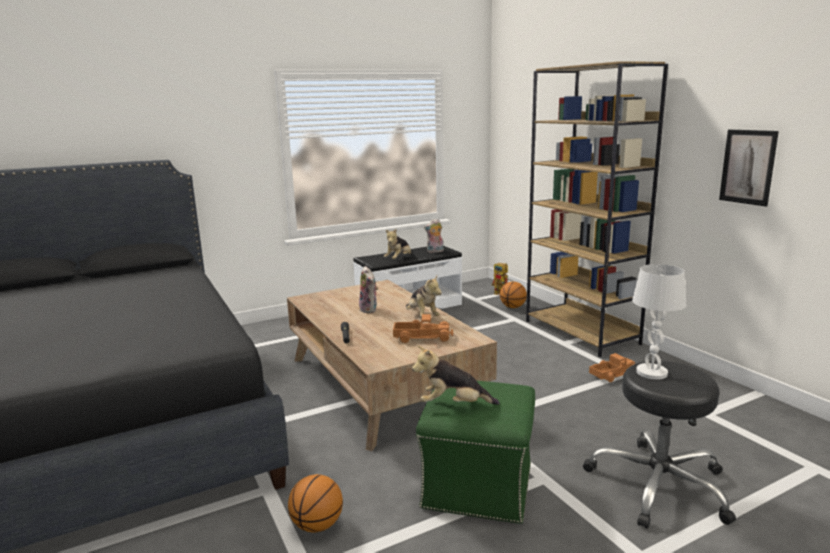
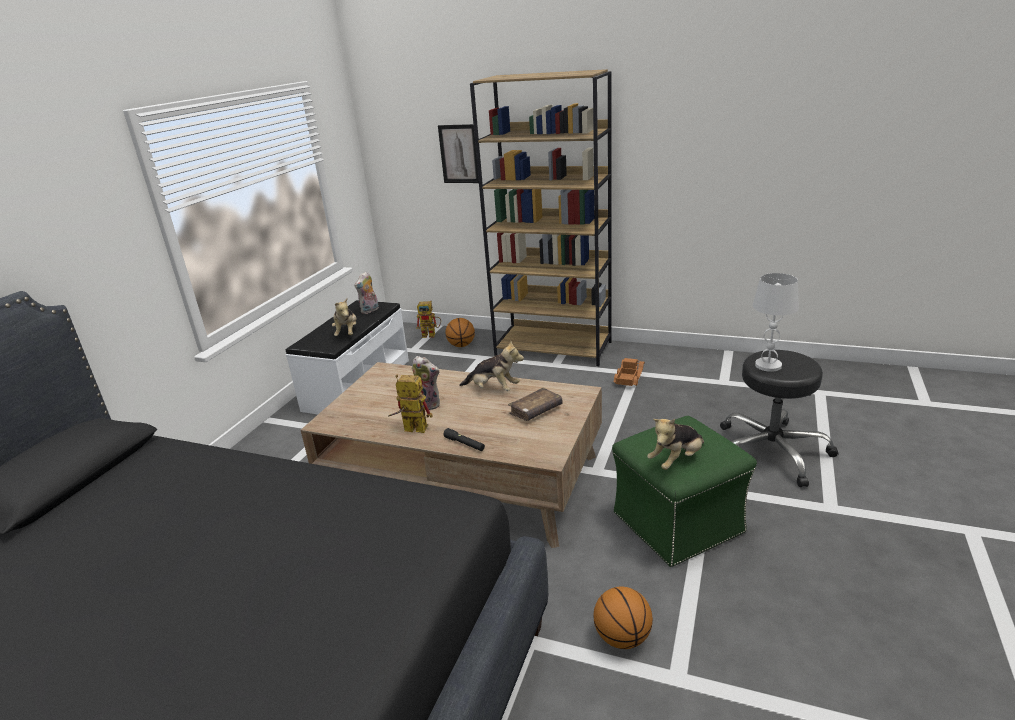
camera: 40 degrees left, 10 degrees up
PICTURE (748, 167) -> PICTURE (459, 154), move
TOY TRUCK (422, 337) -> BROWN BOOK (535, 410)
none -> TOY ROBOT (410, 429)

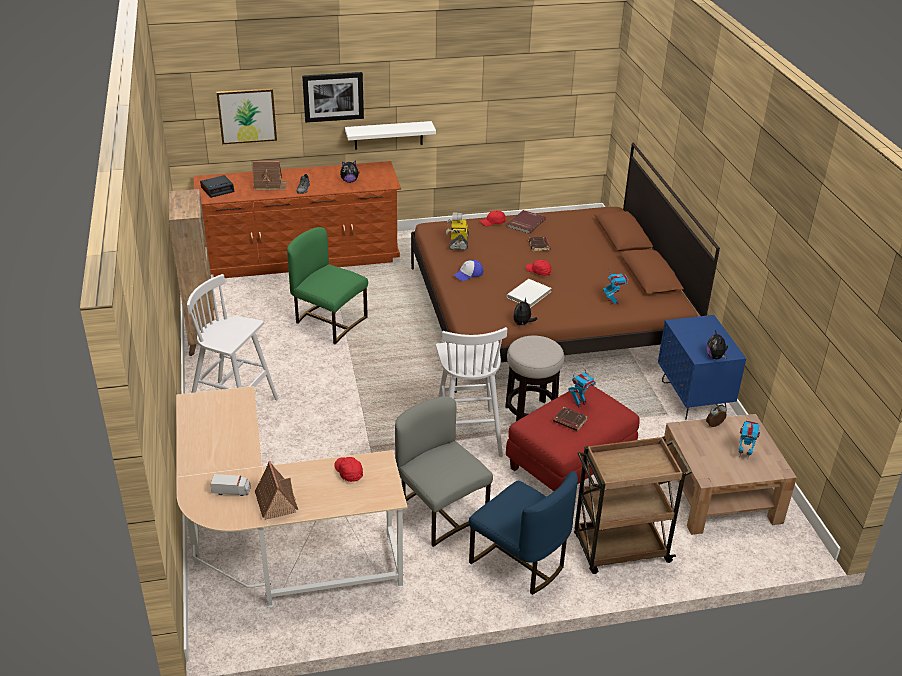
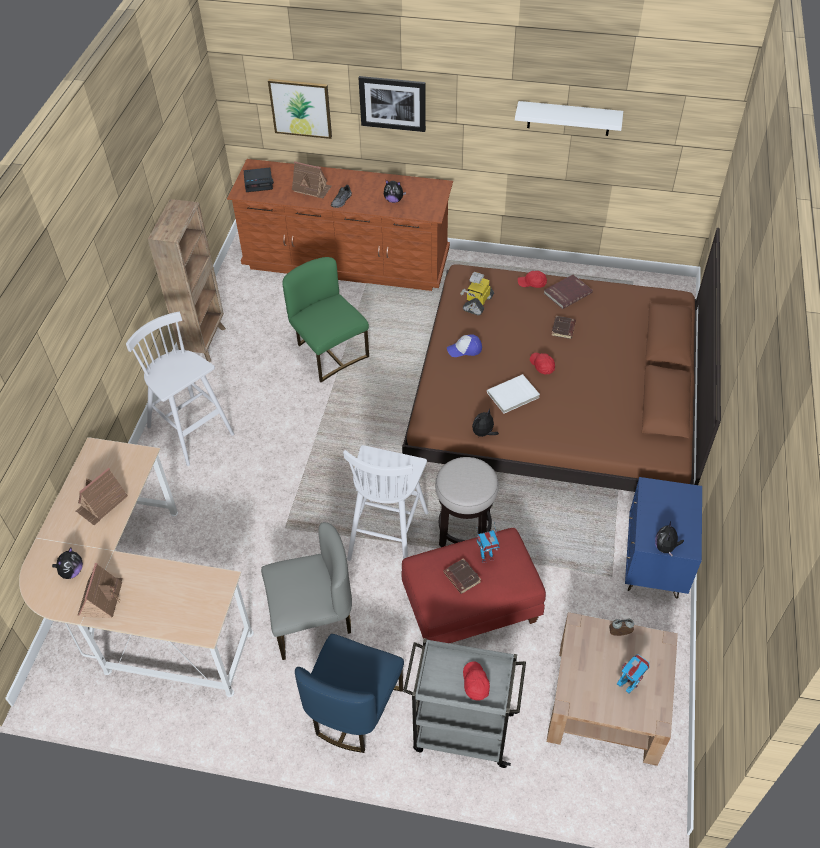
camera: 25 degrees right, 15 degrees up
WHITE SHELF (388, 135) -> WHITE SHELF (568, 118), move
TOY ROBOT (613, 301) -> none
GREY CHAIR (440, 511) -> GREY CHAIR (312, 620), 90 degrees clockwise
BROWN CART (619, 549) -> GREY CART (461, 732)
RED CAP (348, 472) -> RED CAP (475, 683), move
BLUE CHAIR (520, 562) -> BLUE CHAIR (354, 710), 45 degrees clockwise
TOY TRUCK (232, 491) -> PLUSH TOY (72, 571)
none -> TOY HOUSE (102, 503)

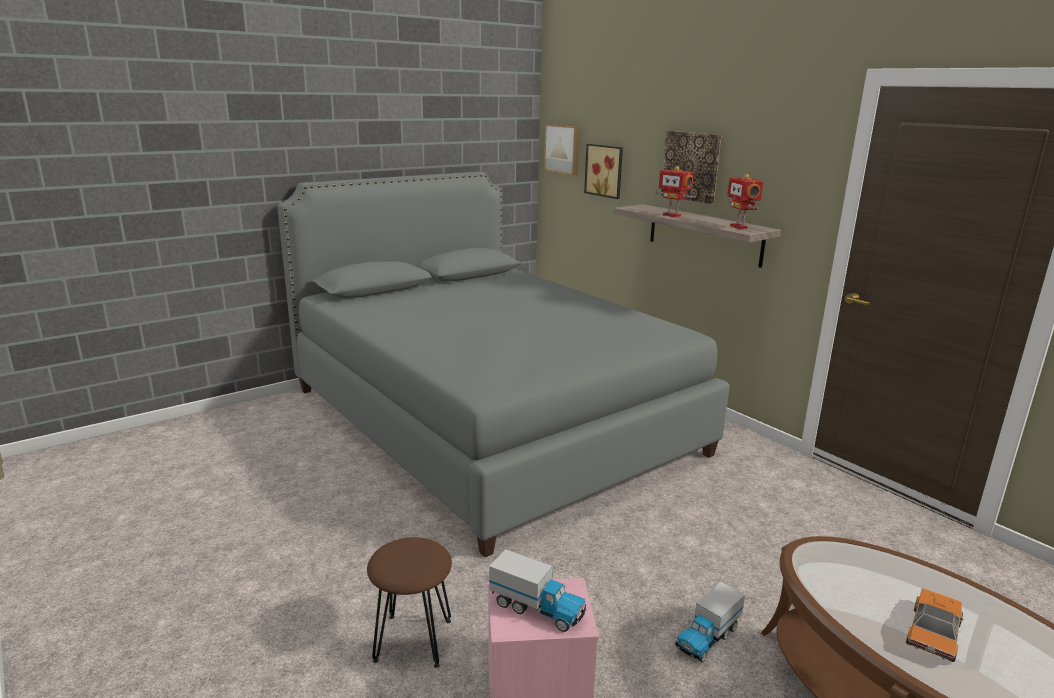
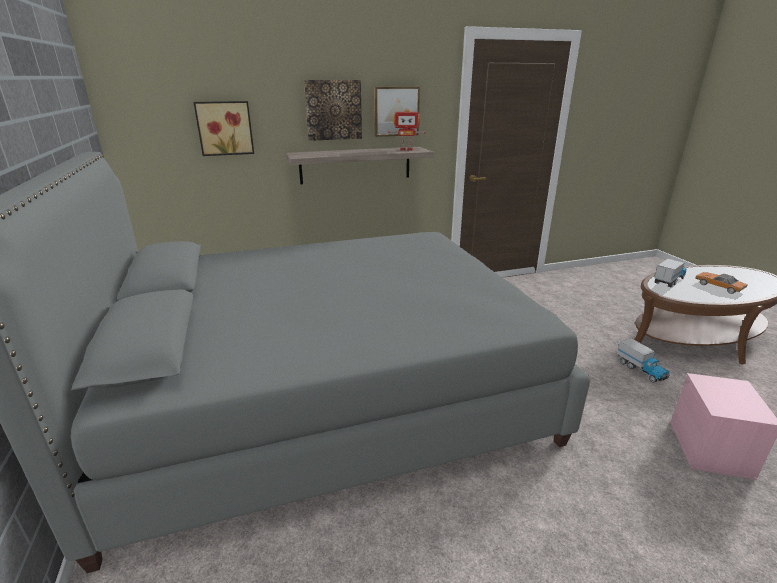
camera: 70 degrees left, 5 degrees up
PICTURE (563, 149) -> PICTURE (395, 111), move
TOY ROBOT (672, 215) -> none
BROWN STOOL (412, 640) -> none
TOY TRUCK (537, 608) -> TOY TRUCK (669, 280), move

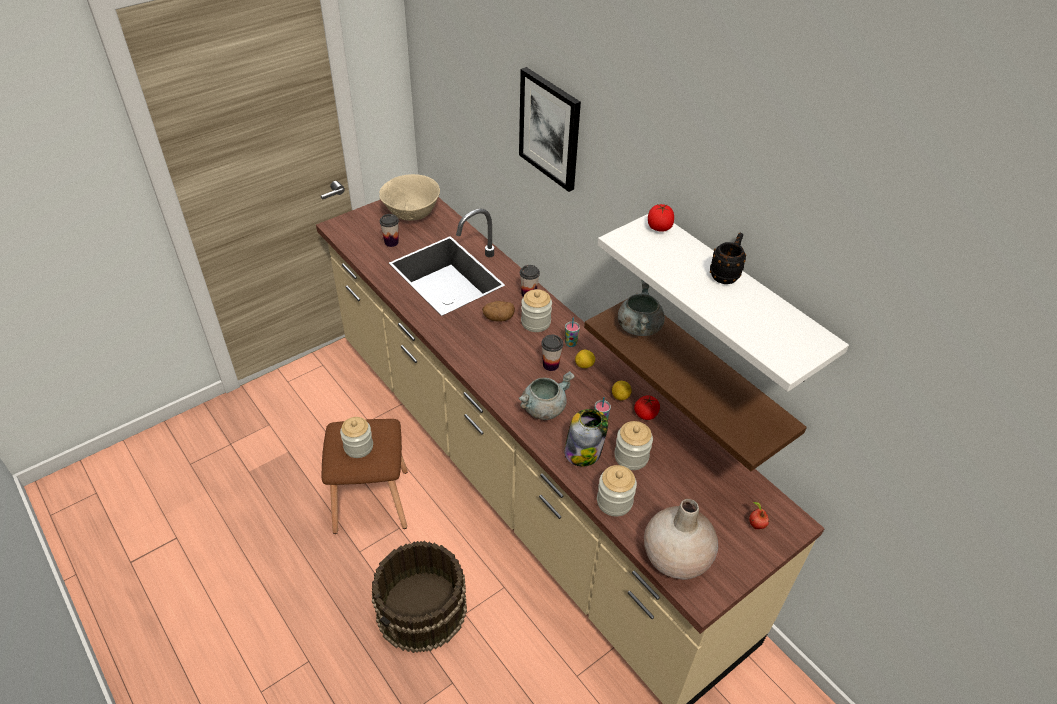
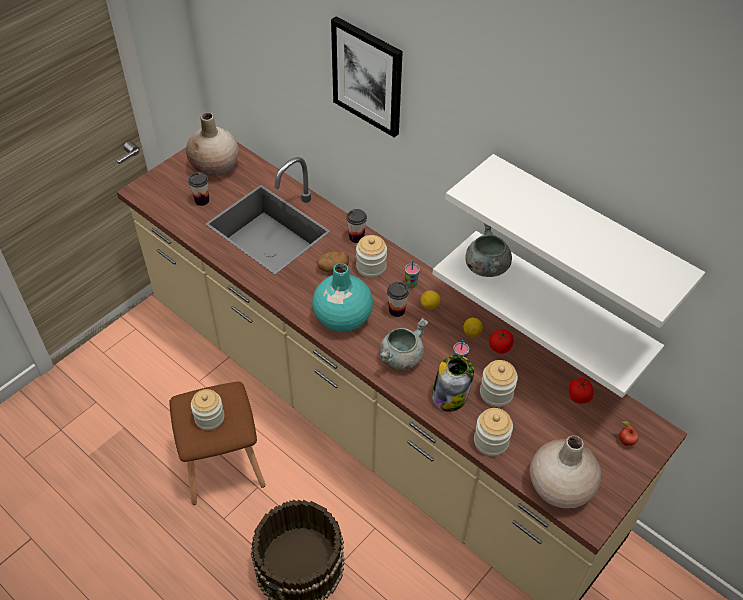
camera: 10 degrees left, 5 degrees up
BEIGE BOWL (412, 215) -> BEIGE VASE (215, 166)
TOMATO (659, 227) -> TOMATO (578, 396), move
BLACK MUG (726, 274) -> none
BROWN SHELF (709, 377) -> WHITE SHELF (559, 304)
none -> TURQUOISE VASE (342, 317)

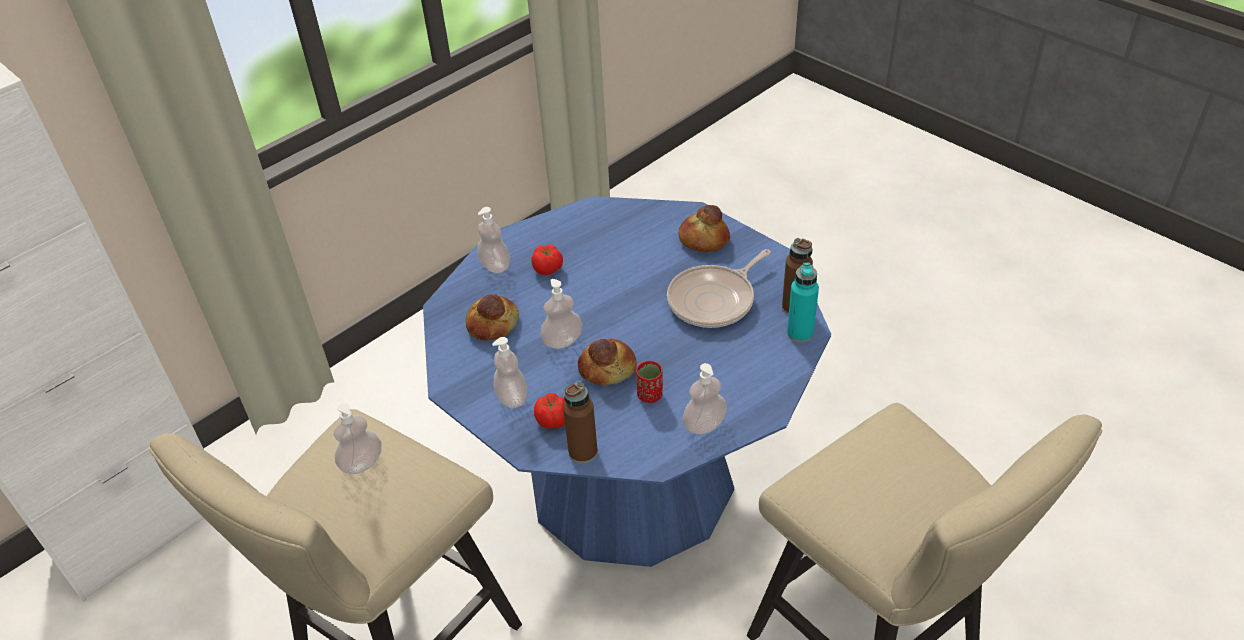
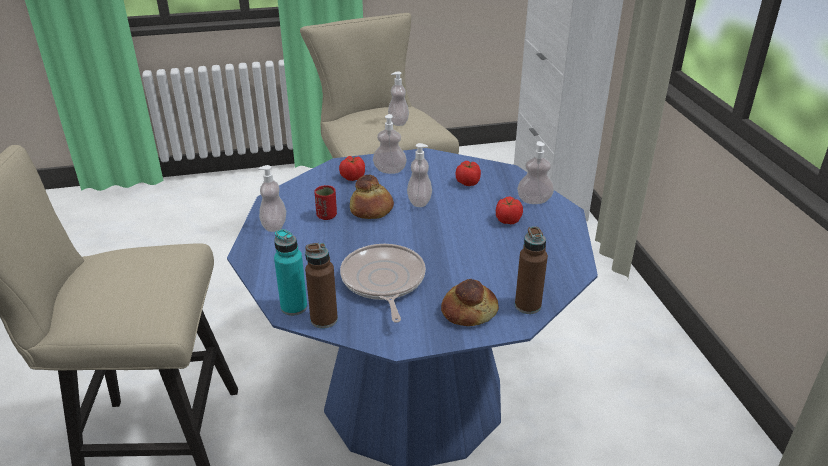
camera: 120 degrees right, 10 degrees down
BREAD (492, 323) -> TOMATO (468, 182)
BROWN BOTTLE (583, 452) -> BROWN BOTTLE (527, 305), move

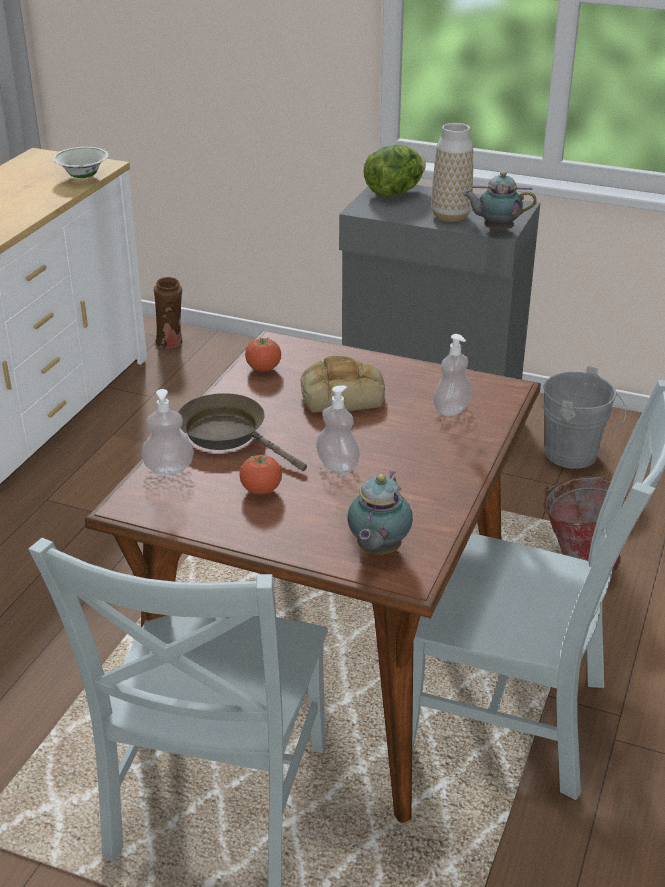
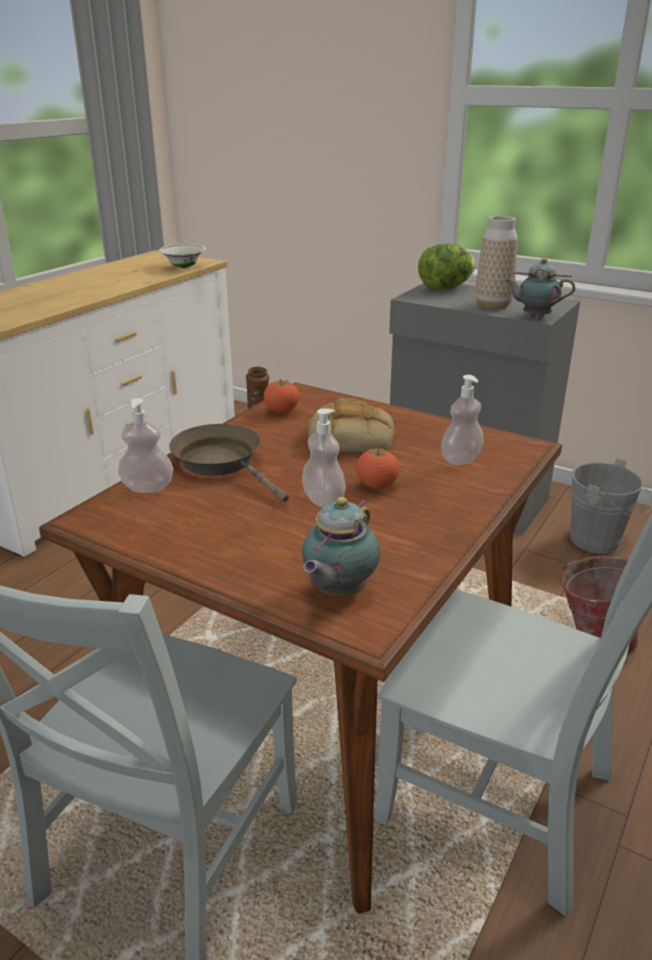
camera: 10 degrees right, 5 degrees down
TOMATO (261, 490) -> TOMATO (376, 485), move

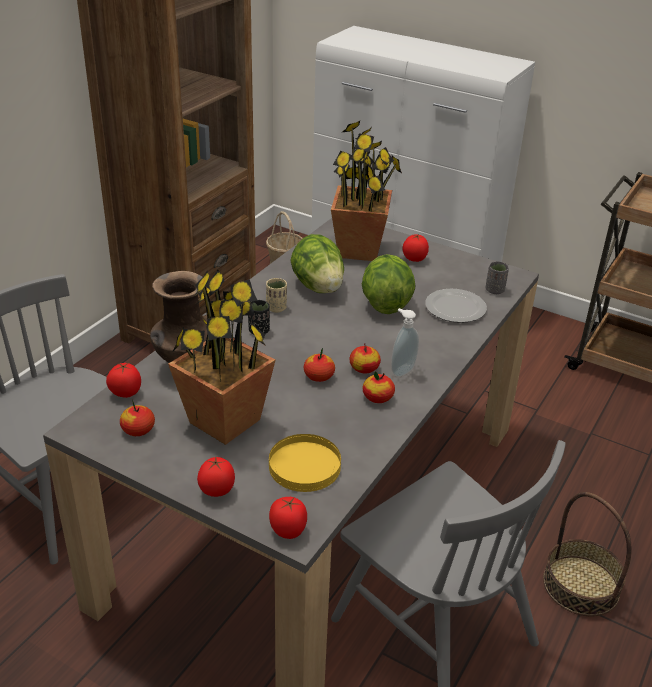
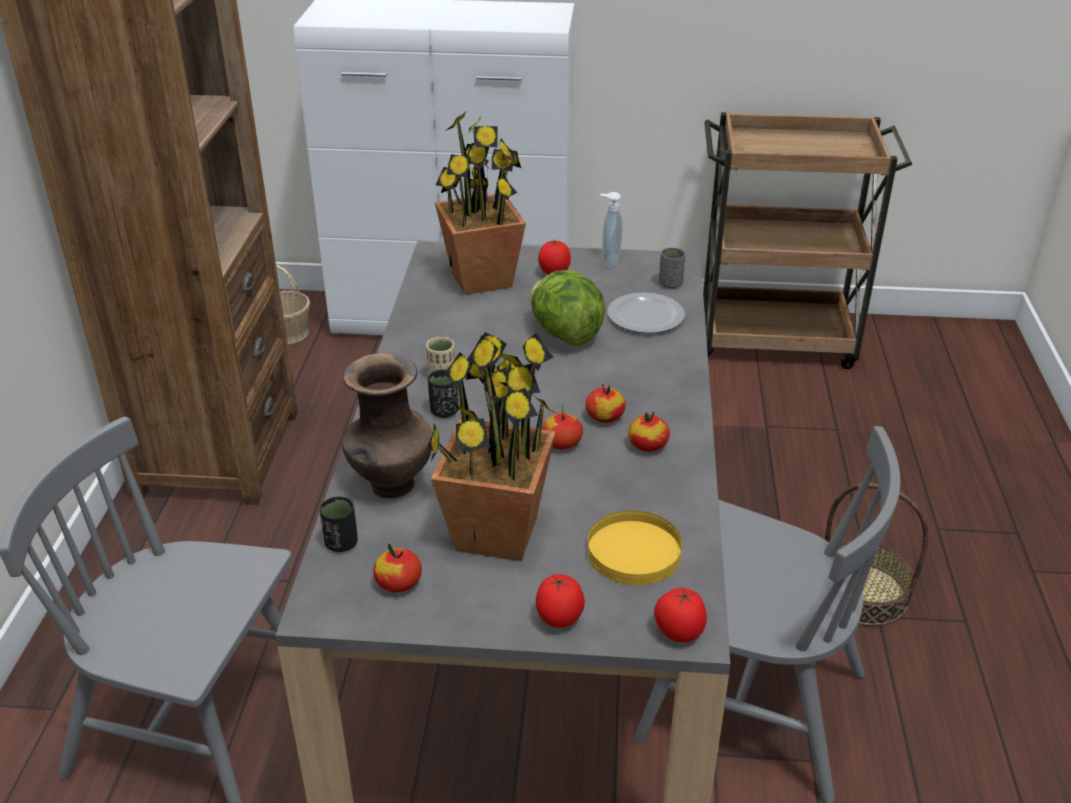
camera: 25 degrees left, 0 degrees up
LETTUCE (318, 286) -> none
SOAP DISPENSER (401, 370) -> SOAP DISPENSER (609, 261), move
TOMATO (125, 393) -> BLACK CUP (341, 543)

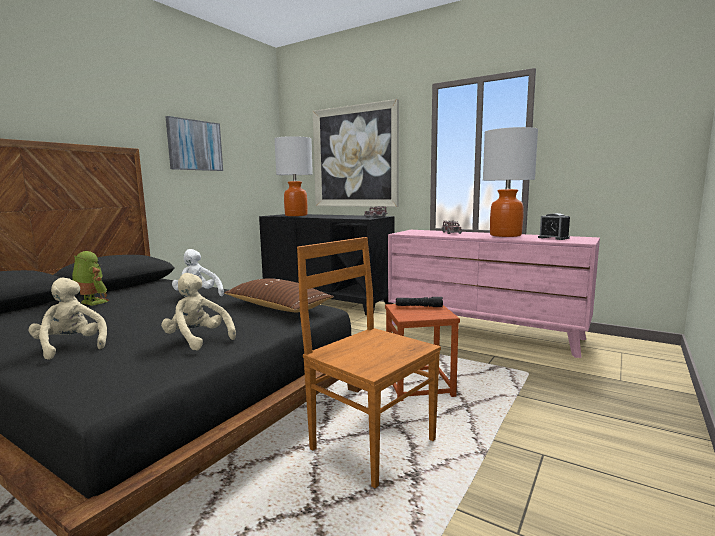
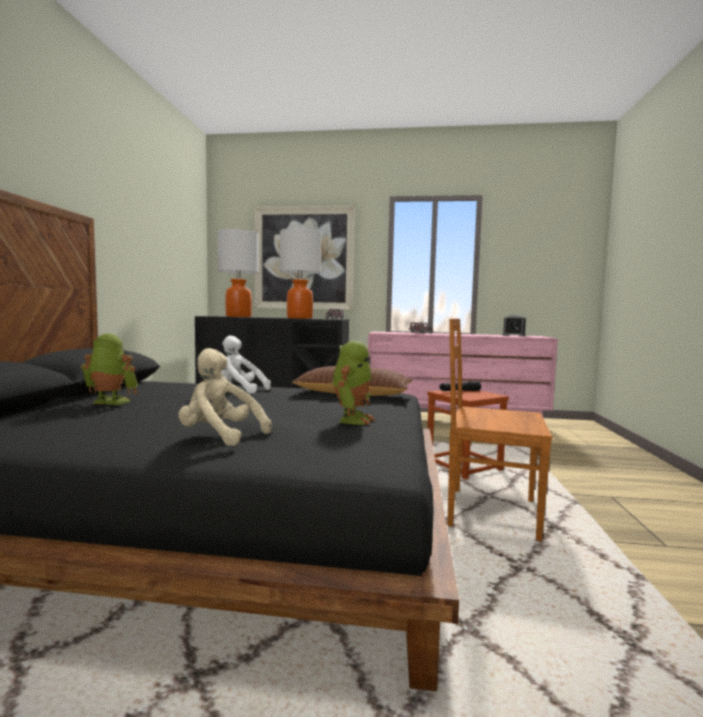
camera: 25 degrees left, 5 degrees down
PICTURE (195, 145) -> none
TABLE LAMP (505, 235) -> TABLE LAMP (300, 318), move
BEIGE PLUSH TOY (198, 340) -> TOY ROBOT (352, 419)

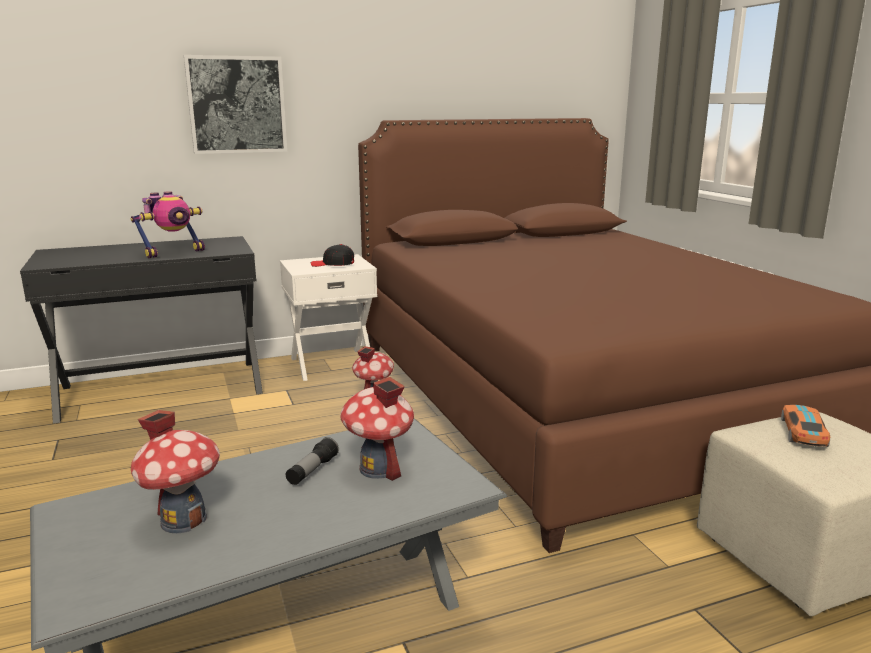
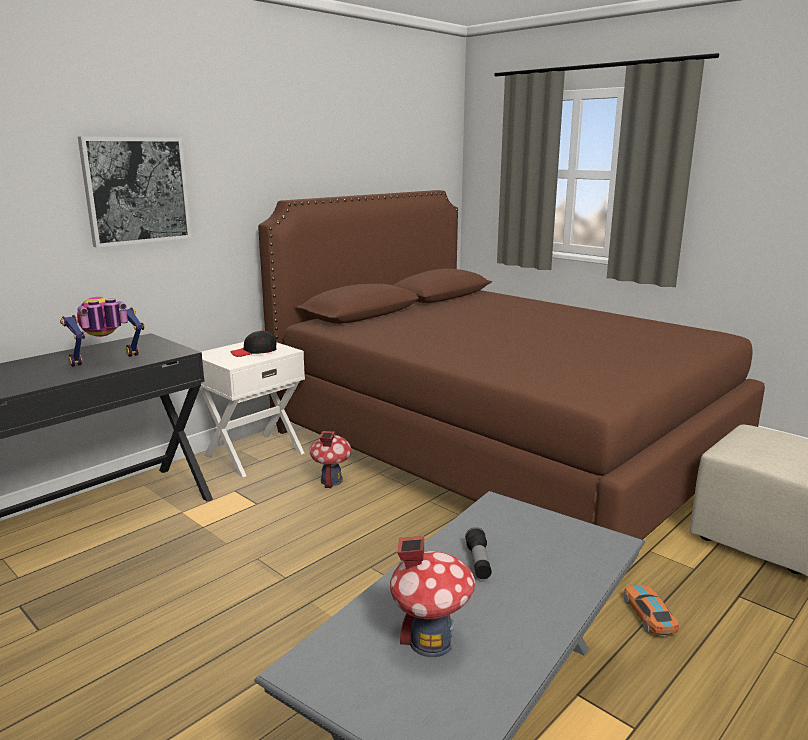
camera: 25 degrees left, 0 degrees up
TOY ROBOT (173, 252) -> TOY ROBOT (107, 362), 150 degrees counterclockwise
TOY HOUSE (378, 468) -> none
TOY CAR (803, 433) -> TOY CAR (649, 615), move

